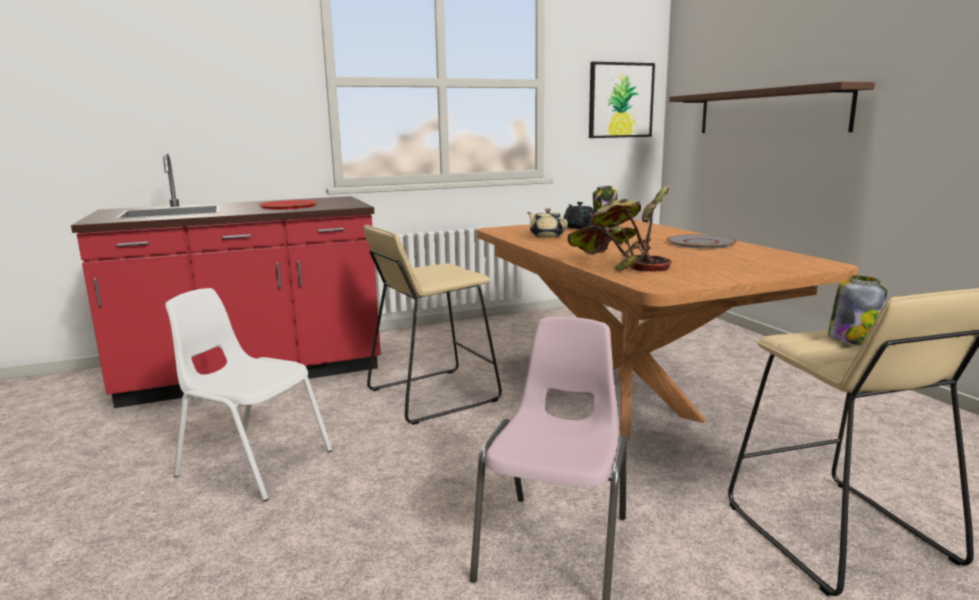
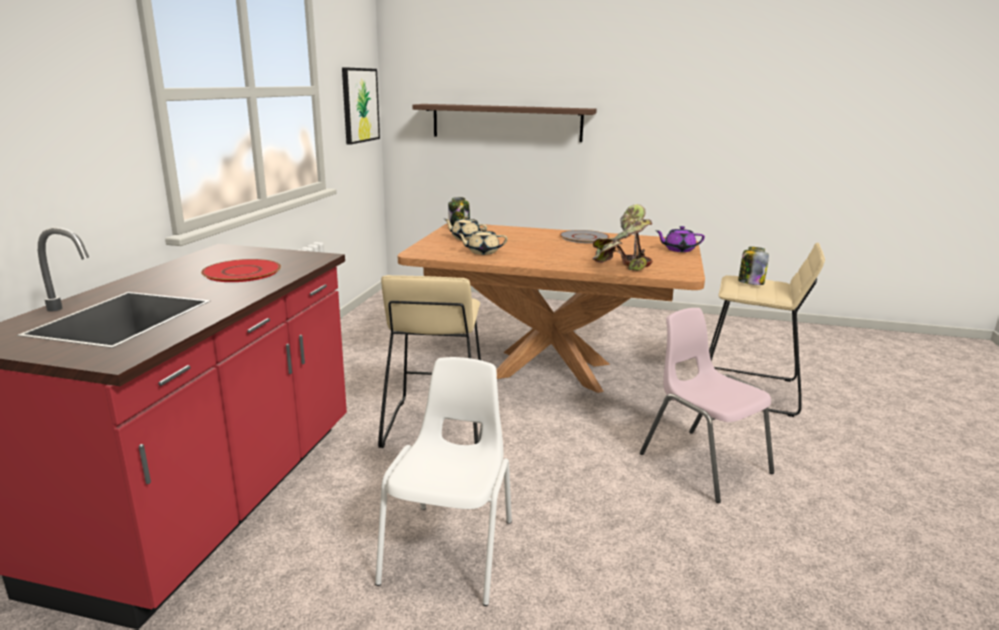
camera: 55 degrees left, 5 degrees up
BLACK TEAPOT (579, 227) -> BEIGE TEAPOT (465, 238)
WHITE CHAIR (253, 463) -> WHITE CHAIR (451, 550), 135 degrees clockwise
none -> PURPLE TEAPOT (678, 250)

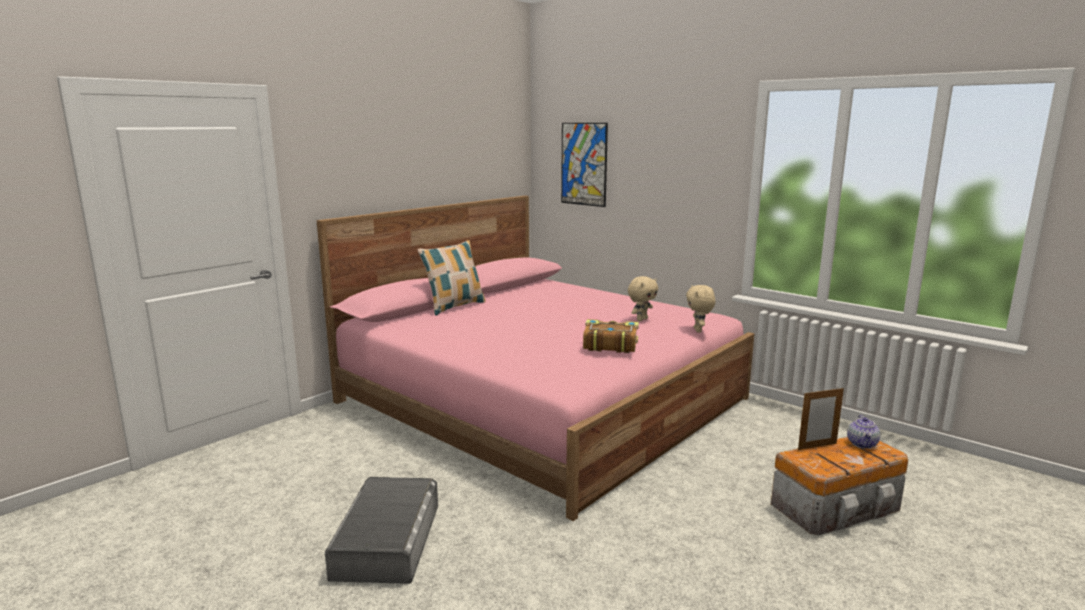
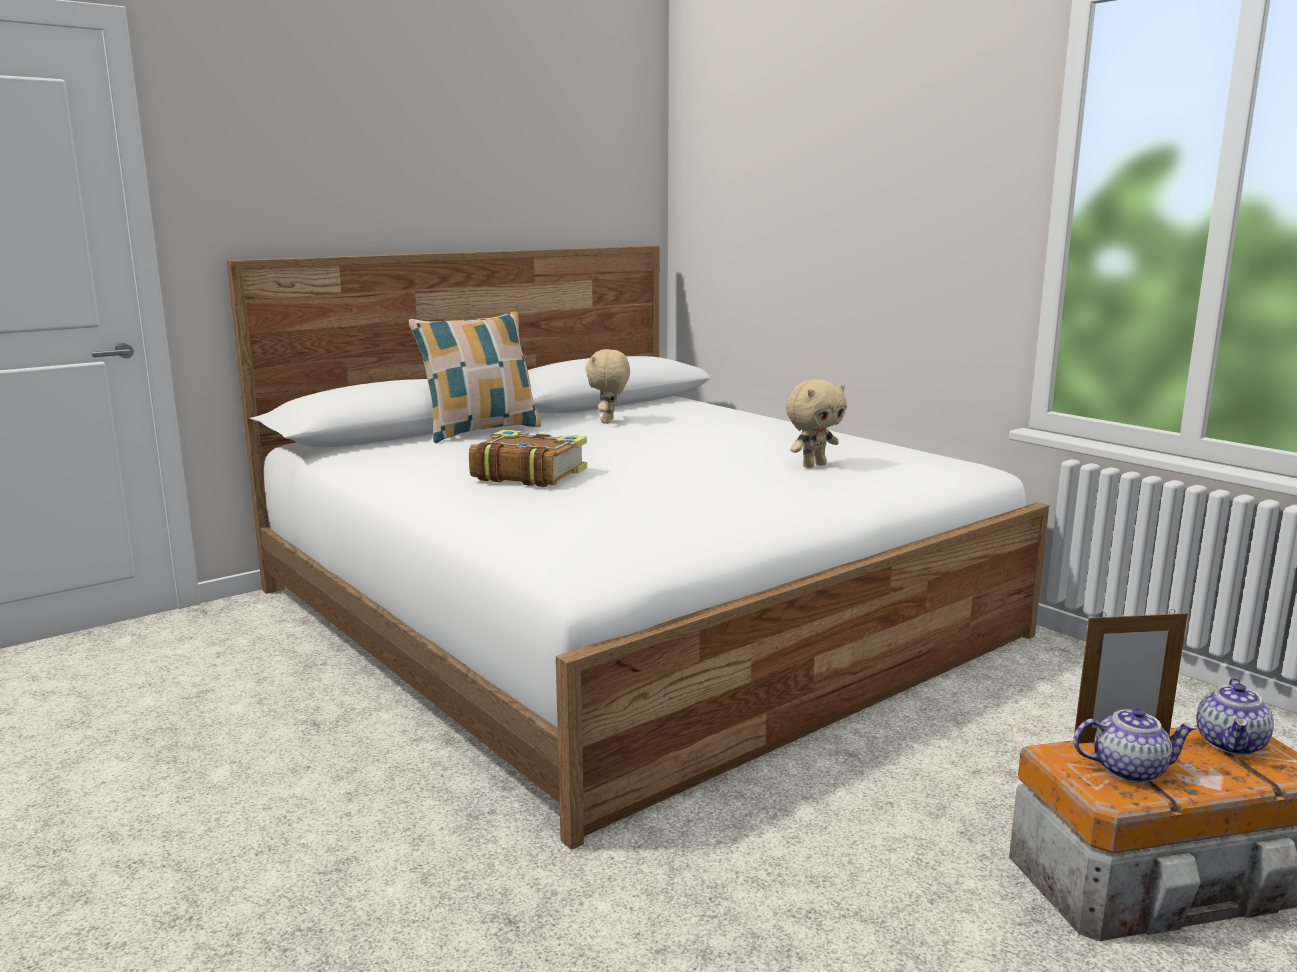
camera: 10 degrees right, 0 degrees up
PICTURE (584, 164) -> none
PINK BED (541, 400) -> WHITE BED (626, 611)
BEIGE PLUSH TOY (698, 330) -> BEIGE PLUSH TOY (609, 421), move
BOOK (609, 345) -> BOOK (528, 474), move
GREY STORAGE BOX (388, 540) -> none
none -> TEAPOT (1129, 770)

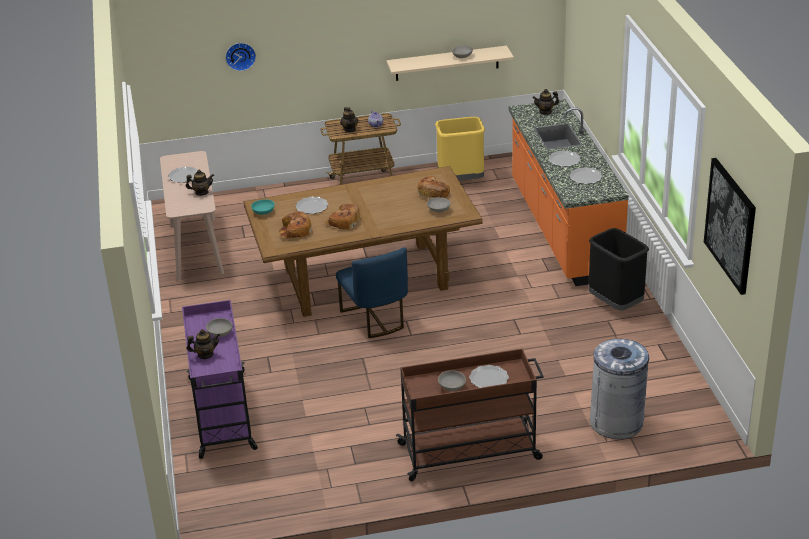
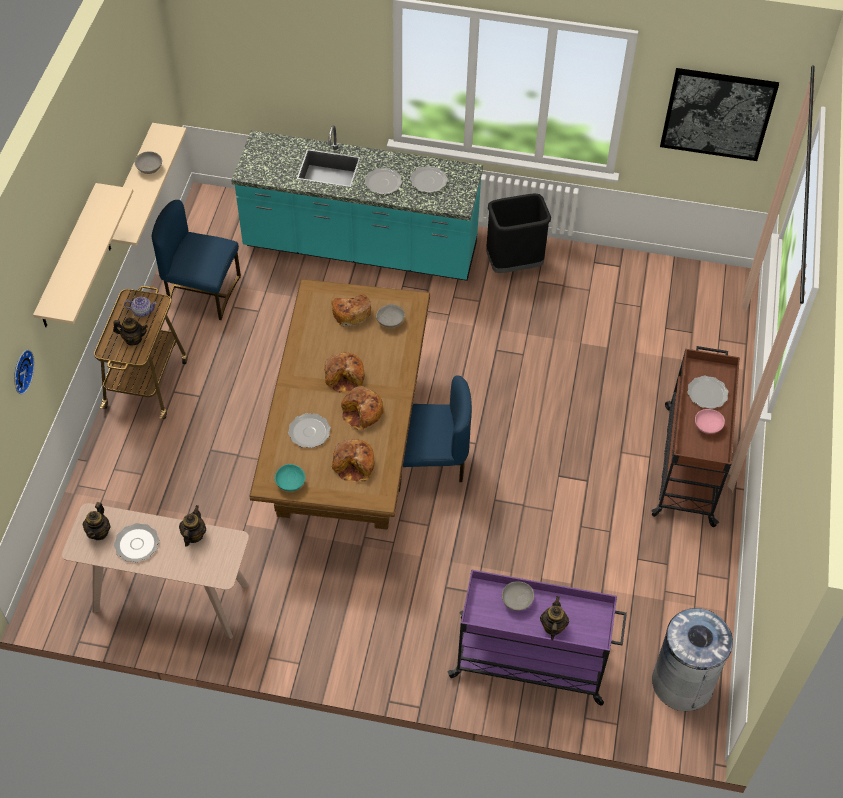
camera: 70 degrees left, 20 degrees up
TEAPOT (545, 111) -> TEAPOT (99, 532), move
ORANGE COUNTER (562, 229) -> TURQUOISE COUNTER (360, 249)
YELLOW TRASH CAN (461, 180) -> BLUE CHAIR (202, 292)
GREY TRASH CAN (616, 422) -> GREY TRASH CAN (682, 682), move
GREY BOWL (452, 387) -> PINK BOWL (707, 426)
none -> BEIGE SHELF (68, 257)
none -> BREAD (345, 377)

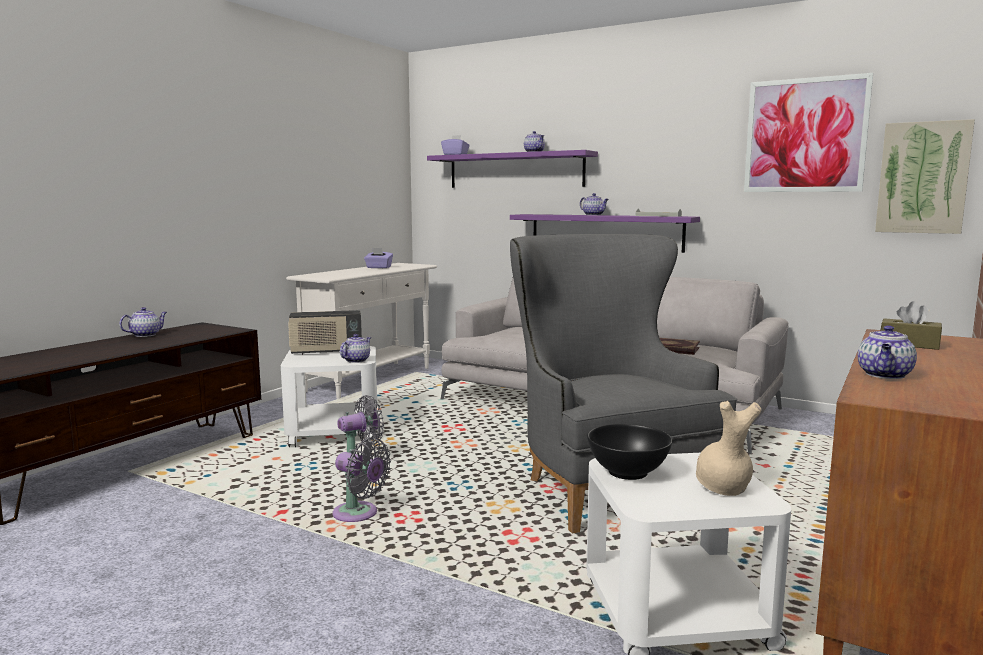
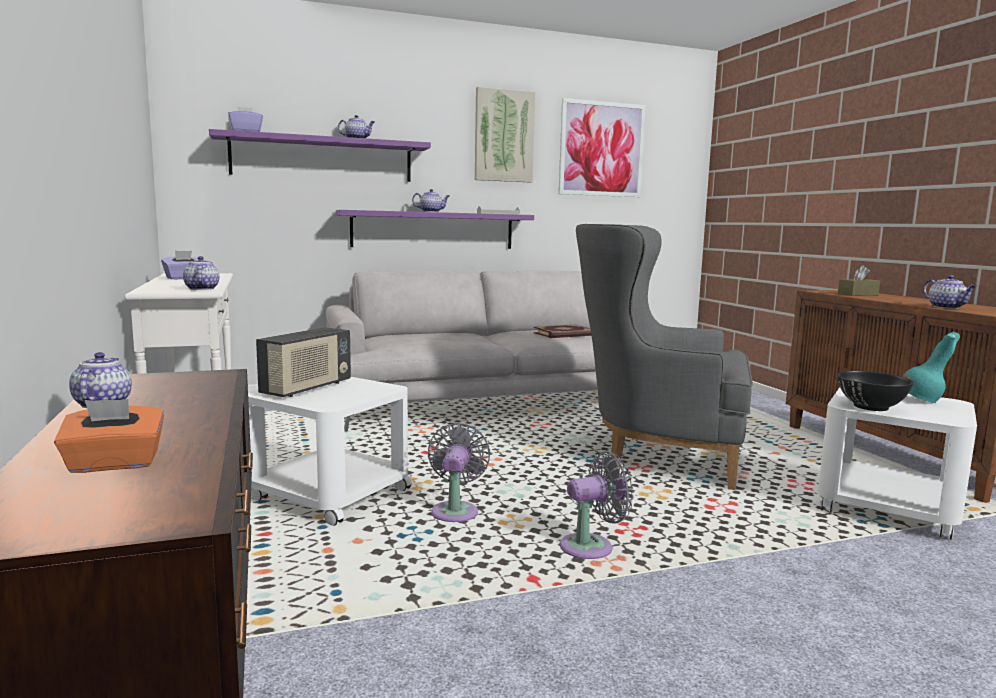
camera: 50 degrees left, 0 degrees up
PICTURE (922, 178) -> PICTURE (504, 136), move
TEAPOT (356, 360) -> TEAPOT (201, 289), move
BEIGE VASE (723, 489) -> TURQUOISE VASE (921, 401)
none -> ORANGE TISSUE BOX (114, 464)

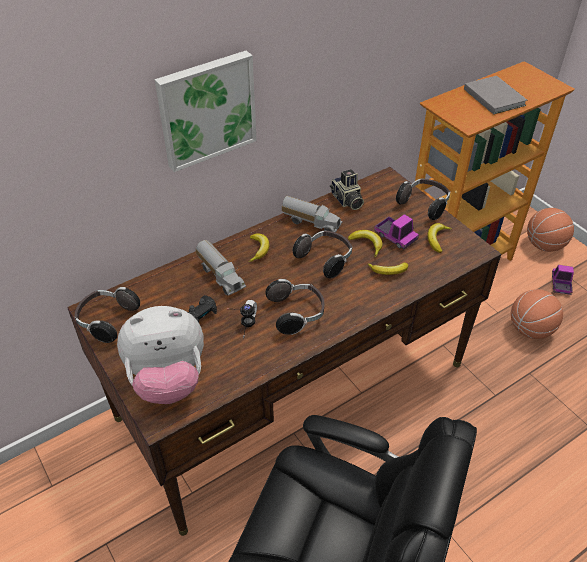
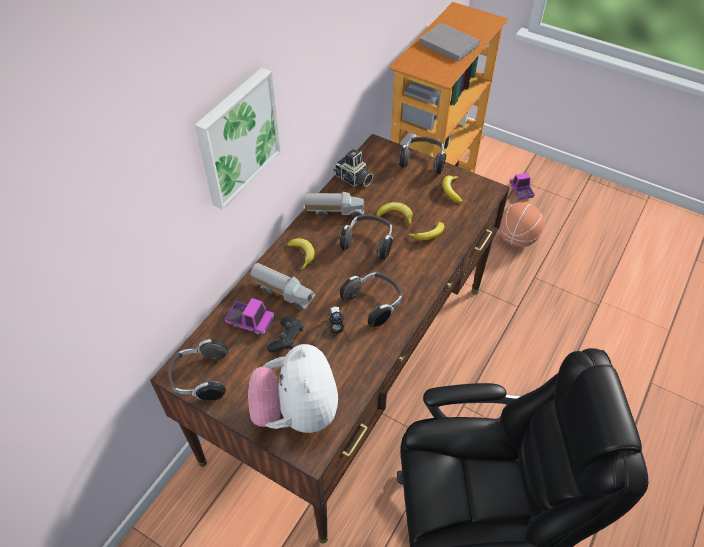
camera: 25 degrees left, 5 degrees up
BASKETBALL (544, 245) -> none
TOY TRUCK (395, 237) -> TOY TRUCK (250, 321), move
PLUSH TOY (168, 380) -> PLUSH TOY (297, 411), 120 degrees clockwise

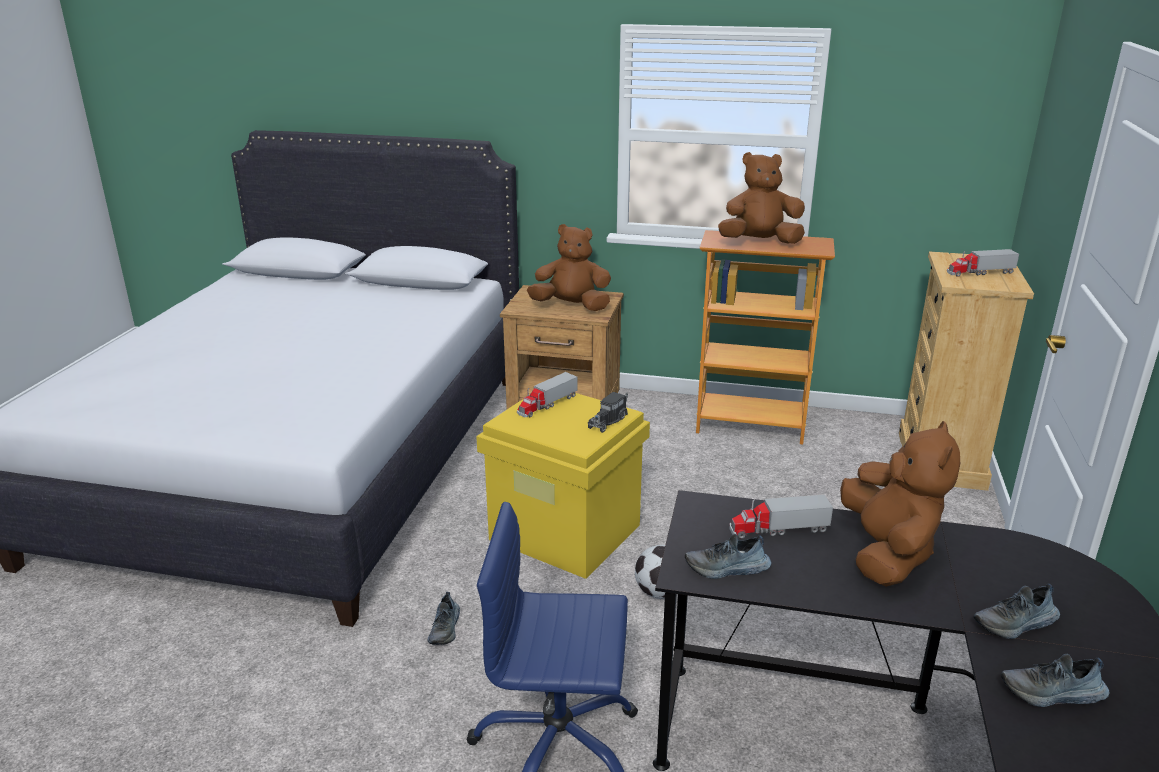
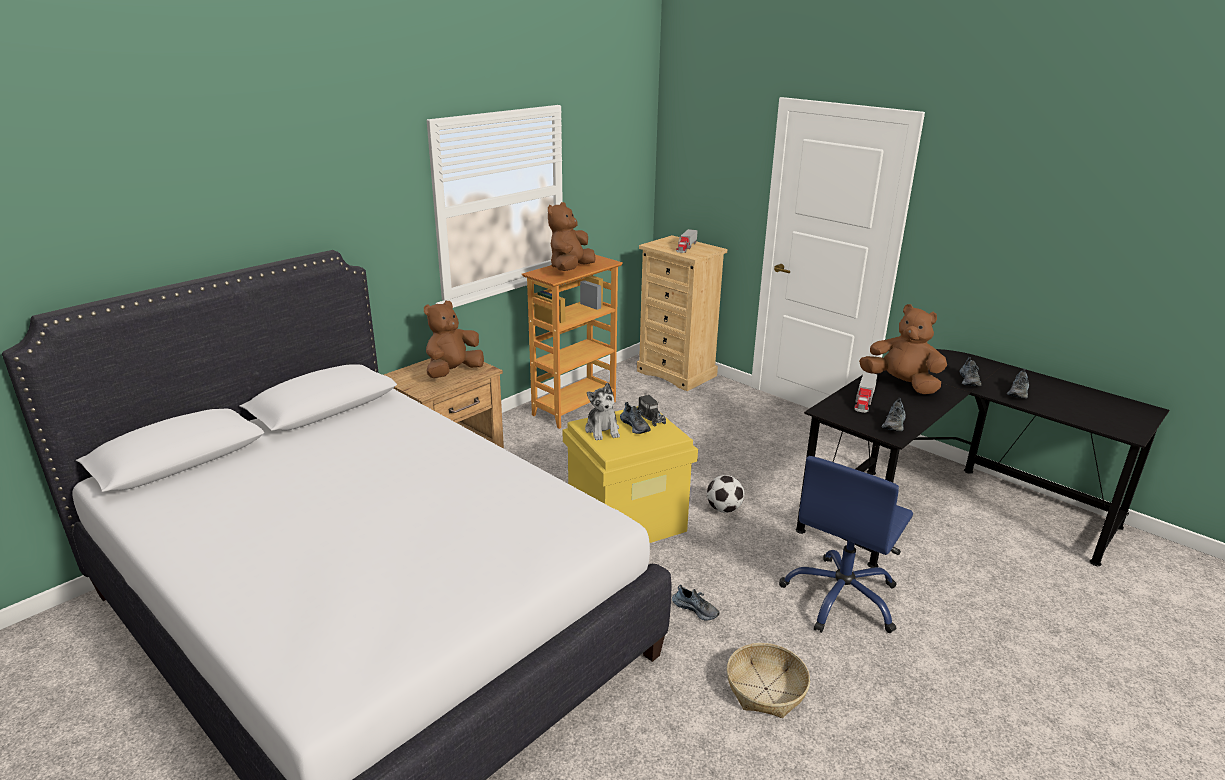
camera: 60 degrees left, 0 degrees up
TOY TRUCK (547, 404) -> PLUSH TOY (602, 430)
none -> SHOE (635, 426)
none -> BASKET (766, 689)

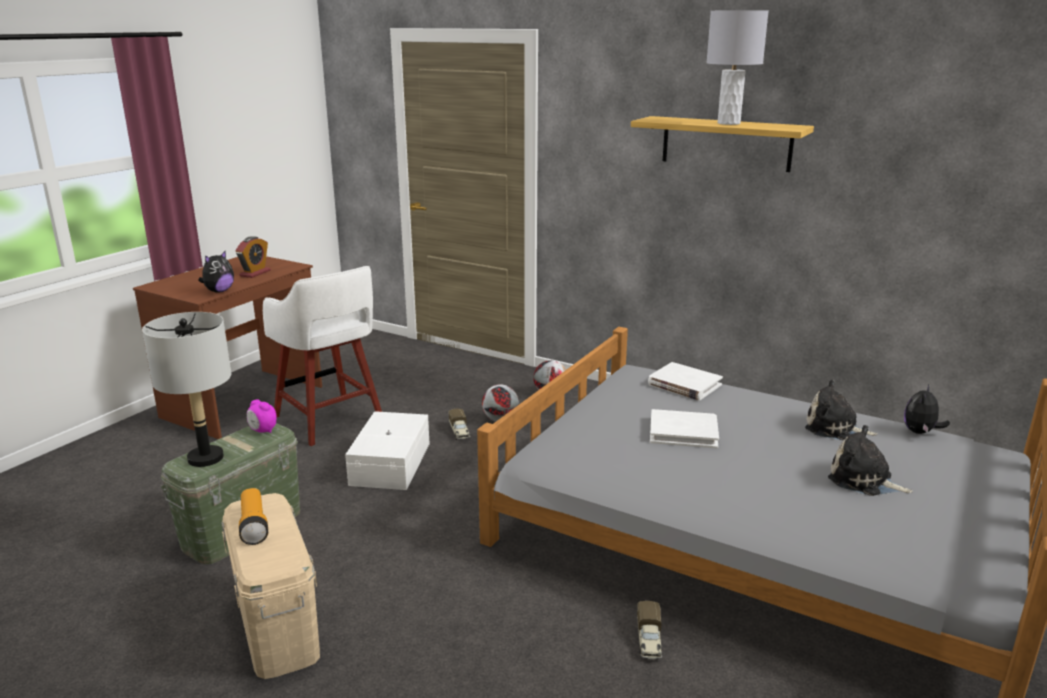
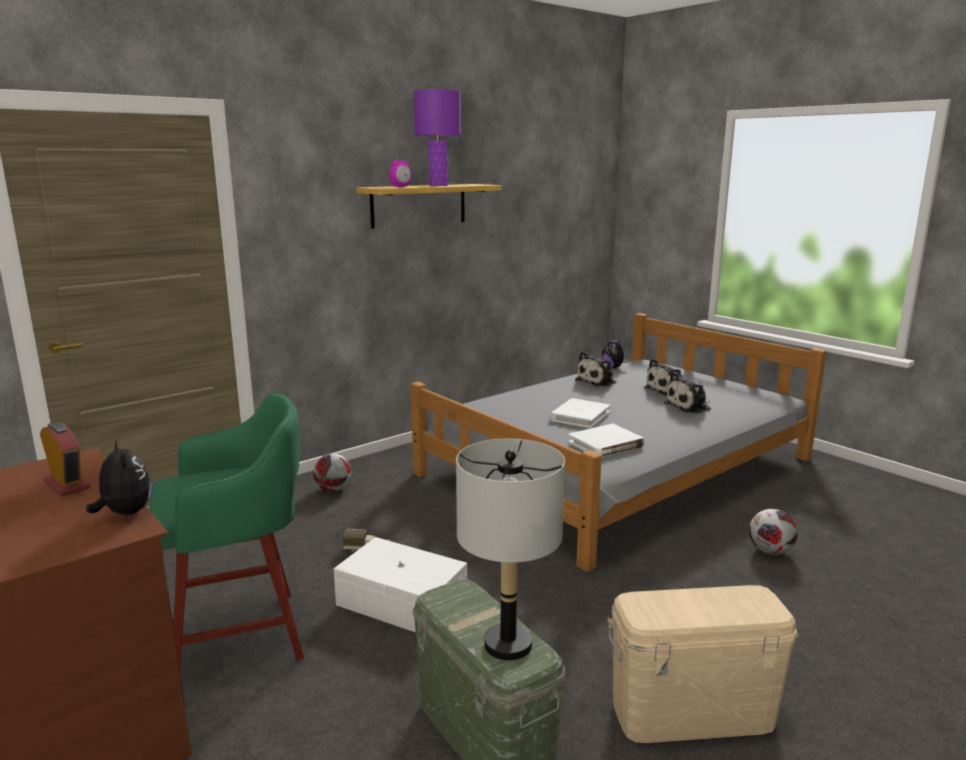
camera: 70 degrees left, 5 degrees down
GREY TABLE LAMP (728, 123) -> PURPLE TABLE LAMP (438, 185)
WHITE STOOL (330, 420) -> GREEN STOOL (242, 635)
WHITE BOOK (684, 385) -> WHITE BOOK (605, 444), move
FOOTBALL (500, 420) -> FOOTBALL (770, 551), move
ALARM CLOCK (263, 431) -> ALARM CLOCK (400, 187), move
FLASHLIGHT (254, 525) -> none
TOY TRUCK (649, 641) -> none
none -> PLUSH TOY (689, 407)

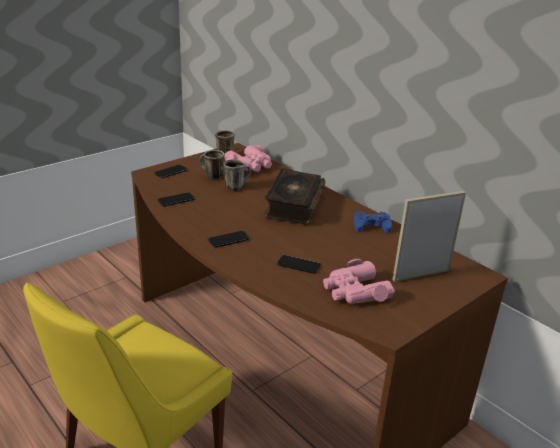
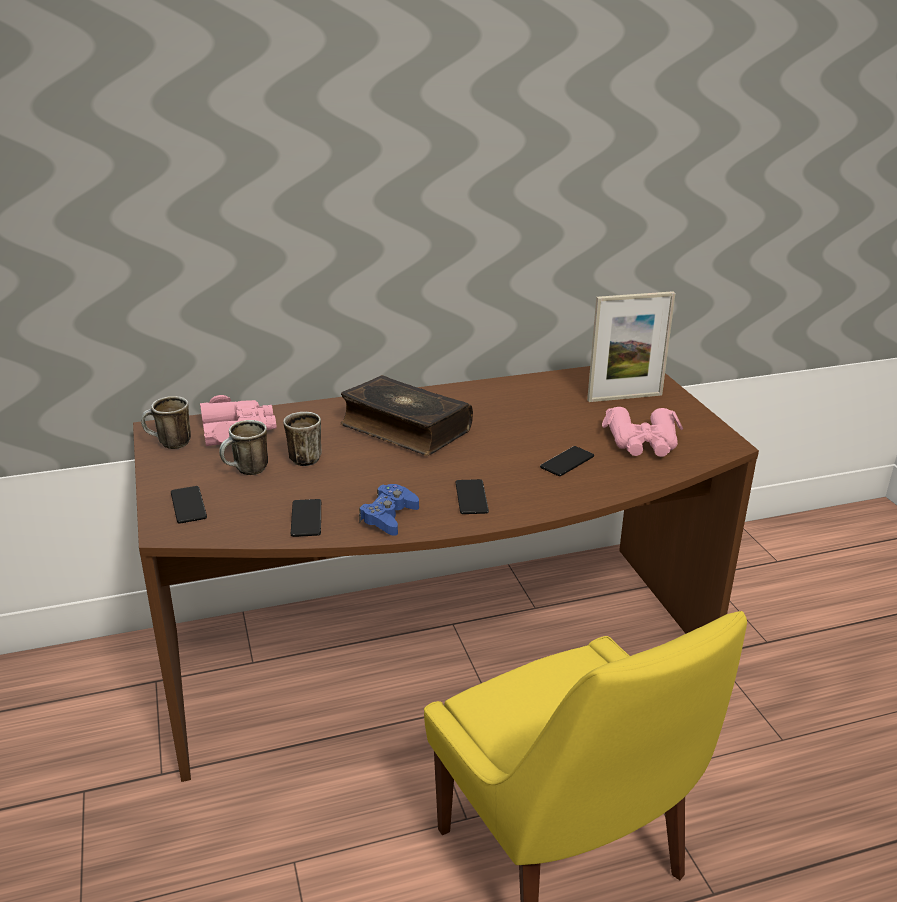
camera: 65 degrees left, 0 degrees up
PICTURE FRAME (421, 275) -> PICTURE FRAME (624, 397), 105 degrees counterclockwise
BLUE GAME CONTROLLER (371, 226) -> BLUE GAME CONTROLLER (389, 516), move

